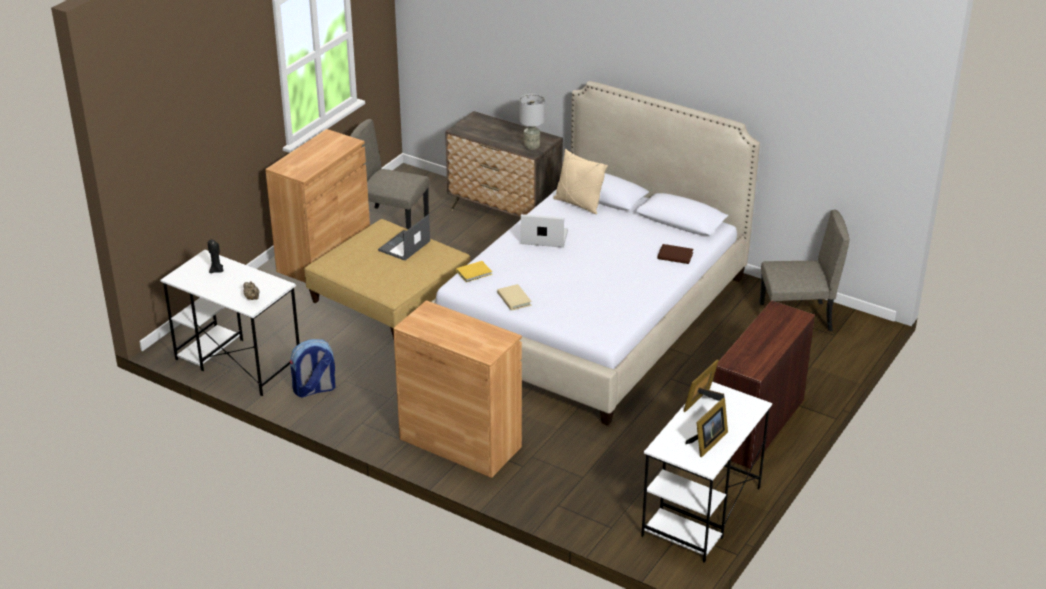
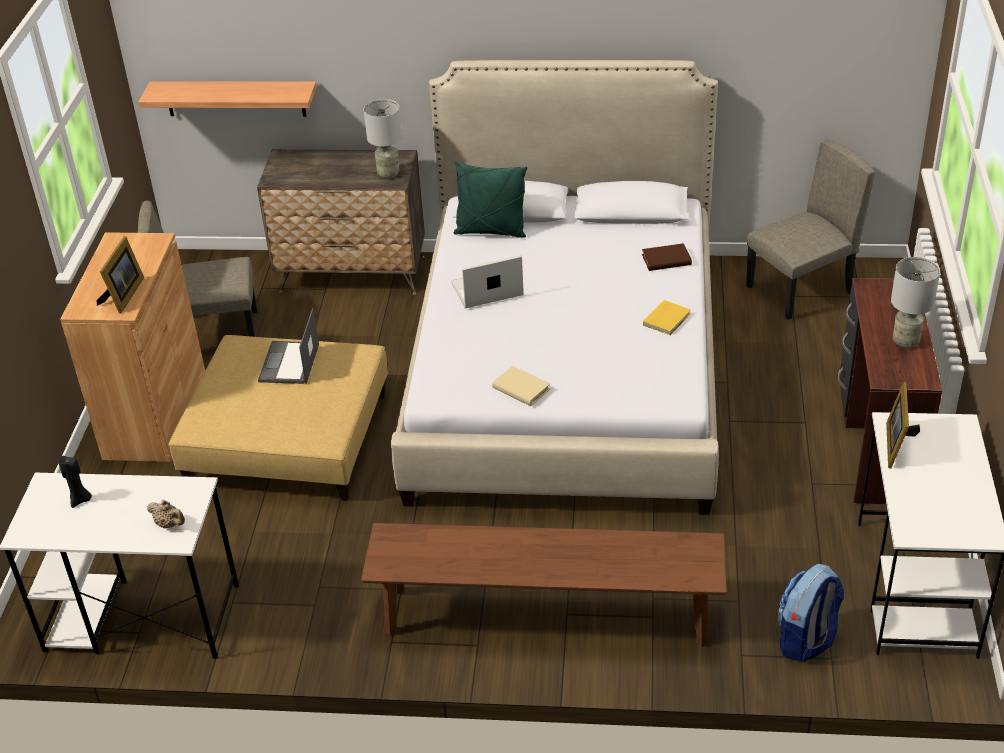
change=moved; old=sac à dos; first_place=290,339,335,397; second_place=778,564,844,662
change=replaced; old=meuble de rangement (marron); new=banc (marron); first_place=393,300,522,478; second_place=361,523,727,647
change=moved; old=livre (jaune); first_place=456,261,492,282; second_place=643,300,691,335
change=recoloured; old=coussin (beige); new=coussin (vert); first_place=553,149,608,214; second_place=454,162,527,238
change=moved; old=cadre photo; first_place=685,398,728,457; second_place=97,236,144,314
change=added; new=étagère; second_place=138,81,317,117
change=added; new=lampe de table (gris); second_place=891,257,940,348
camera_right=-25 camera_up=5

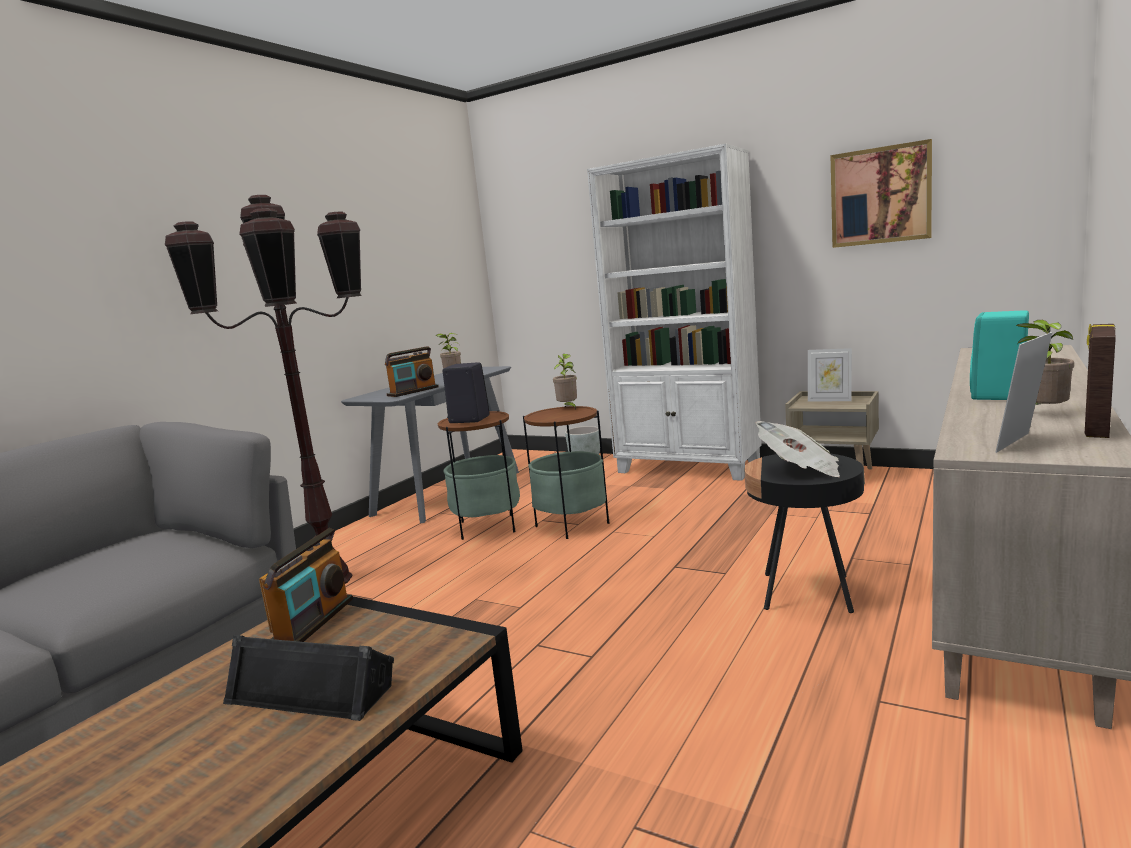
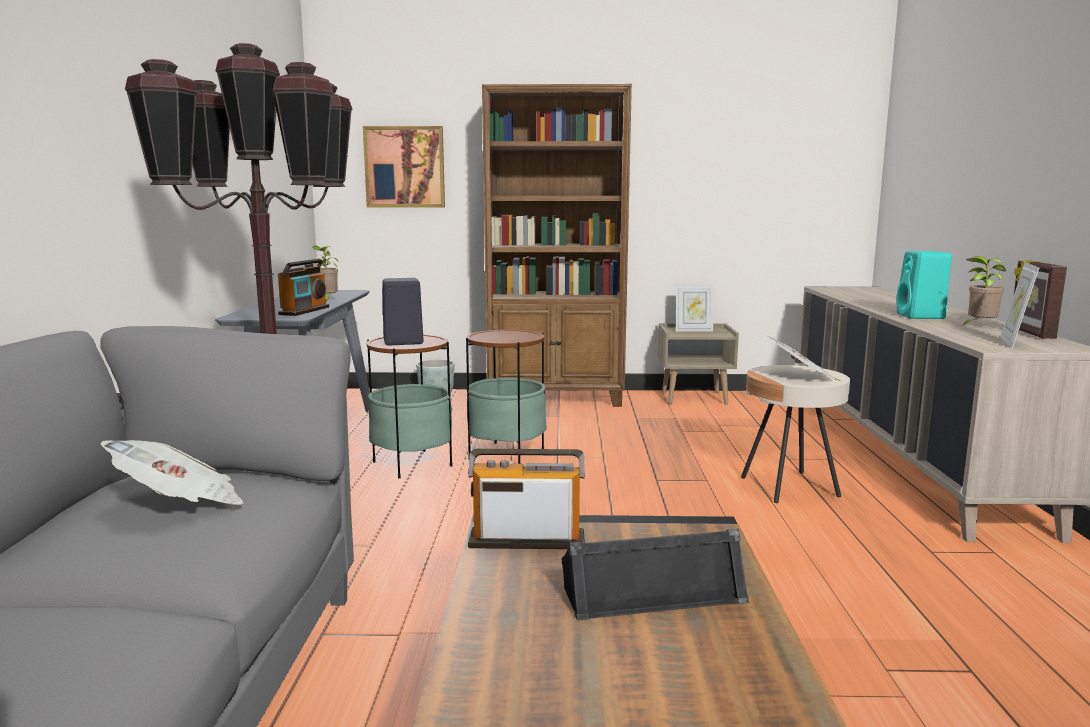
change=turned; old=radio; first_place=259,528,353,642; second_place=468,449,585,549; degrees=-75
change=removed; old=plante en pot; first_place=553,354,577,410
change=recoloured; old=bibliothèque (blanc); new=bibliothèque (marron); first_place=587,144,762,481; second_place=482,84,632,407
change=recoloured; old=table d'appoint (noir); new=table d'appoint (beige); first_place=744,454,864,613; second_place=741,365,850,503
change=moved; old=tableau; first_place=830,139,932,248; second_place=363,126,445,208
change=added; new=journal; second_place=101,440,244,505
camera_right=-30 camera_up=0

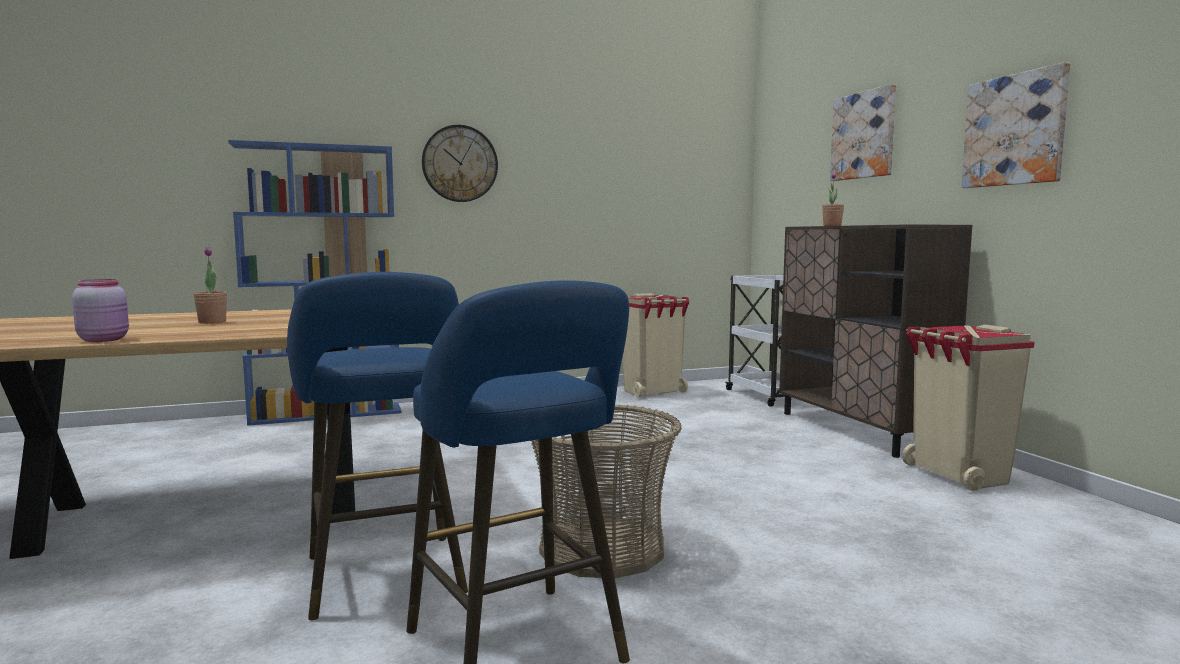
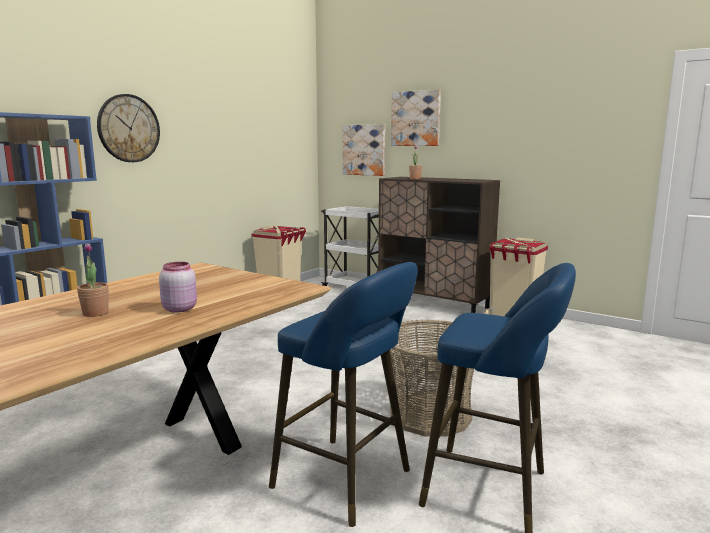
change=moved; old=bocal (rose); first_place=72,279,129,342; second_place=159,262,197,313
change=moved; old=tableau; first_place=962,62,1070,188; second_place=343,124,385,176
camera_right=-35 camera_up=5

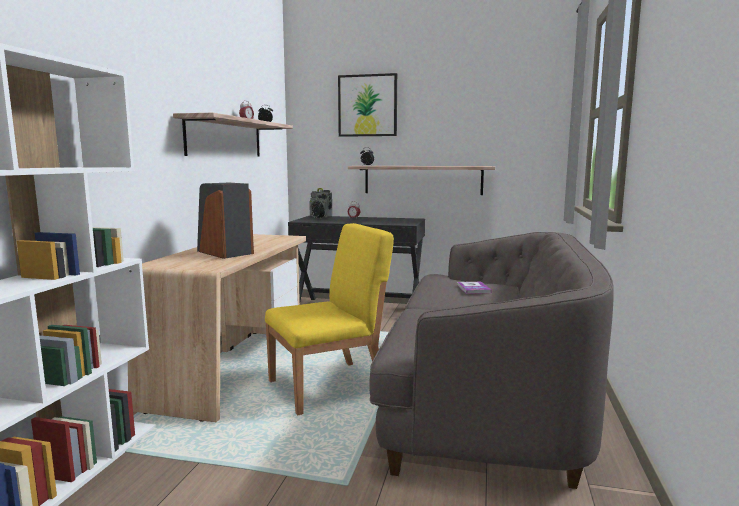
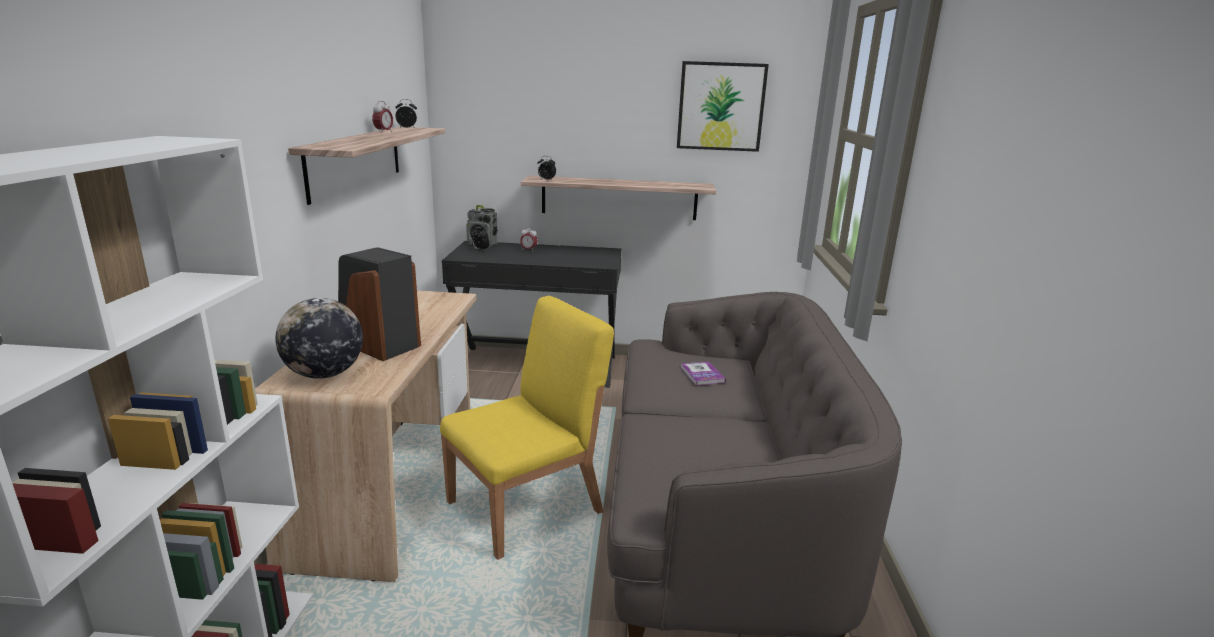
change=moved; old=tableau; first_place=338,73,397,137; second_place=677,61,769,152
change=added; new=globe; second_place=275,298,363,379
camera_right=-10 camera_up=10

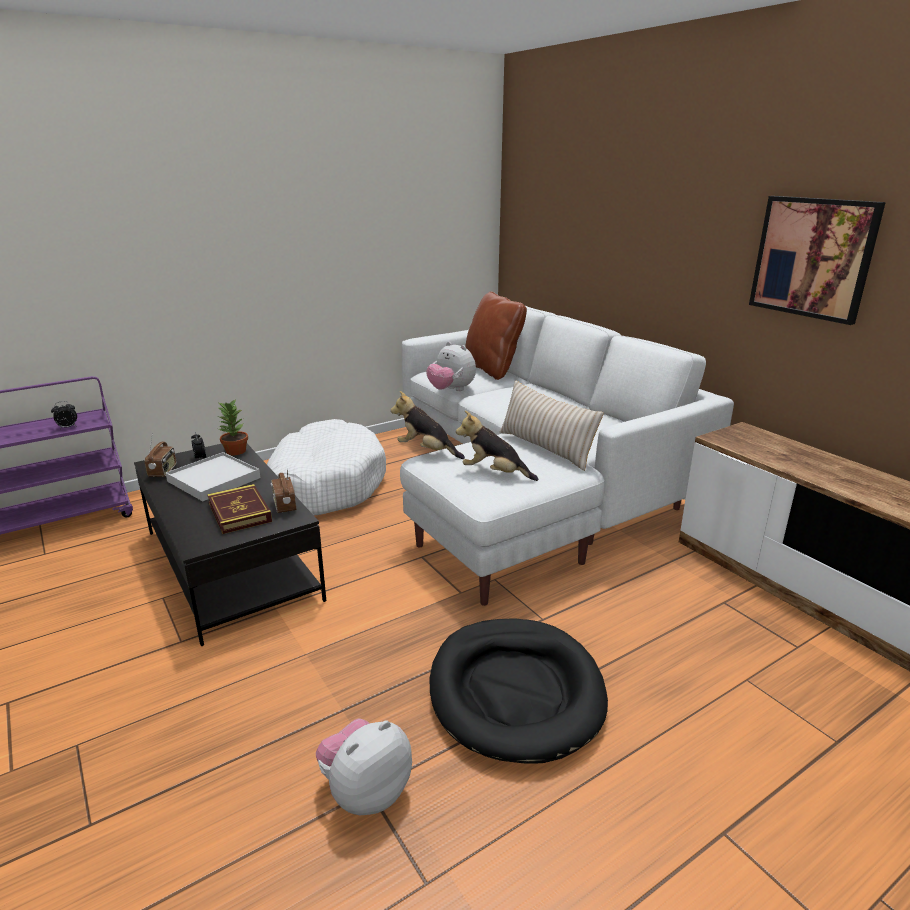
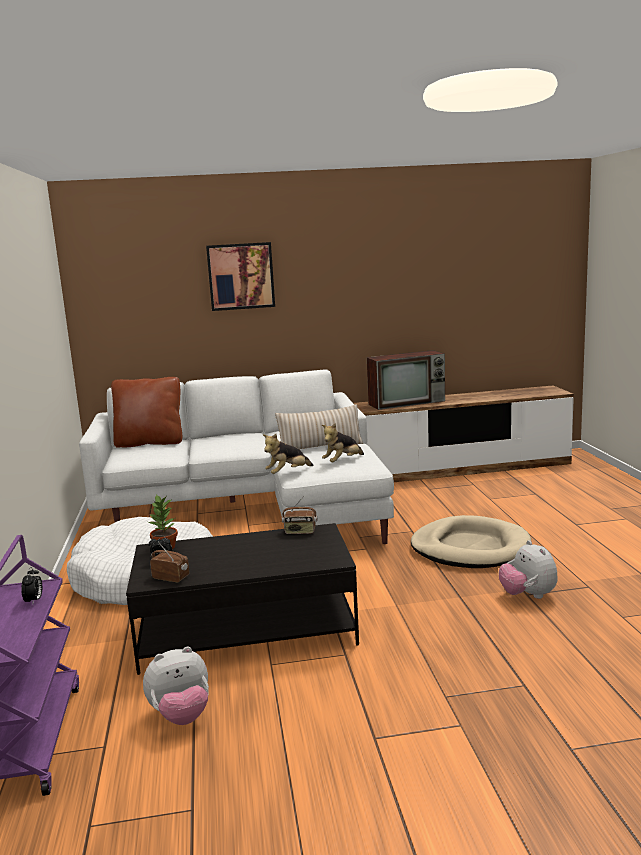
change=removed; old=plateau (blanc); first_place=166,452,260,501
change=removed; old=livre; first_place=207,484,272,534
change=moved; old=peluche; first_place=426,342,476,391; second_place=143,647,209,725
change=recoloured; old=panier pour chien (noir); new=panier pour chien (beige); first_place=429,618,608,764; second_place=411,515,531,568
change=moved; old=tableau; first_place=749,196,886,325; second_place=206,242,275,311
change=added; new=téléviseur; second_place=367,350,445,410
camera_right=-65 camera_up=-10

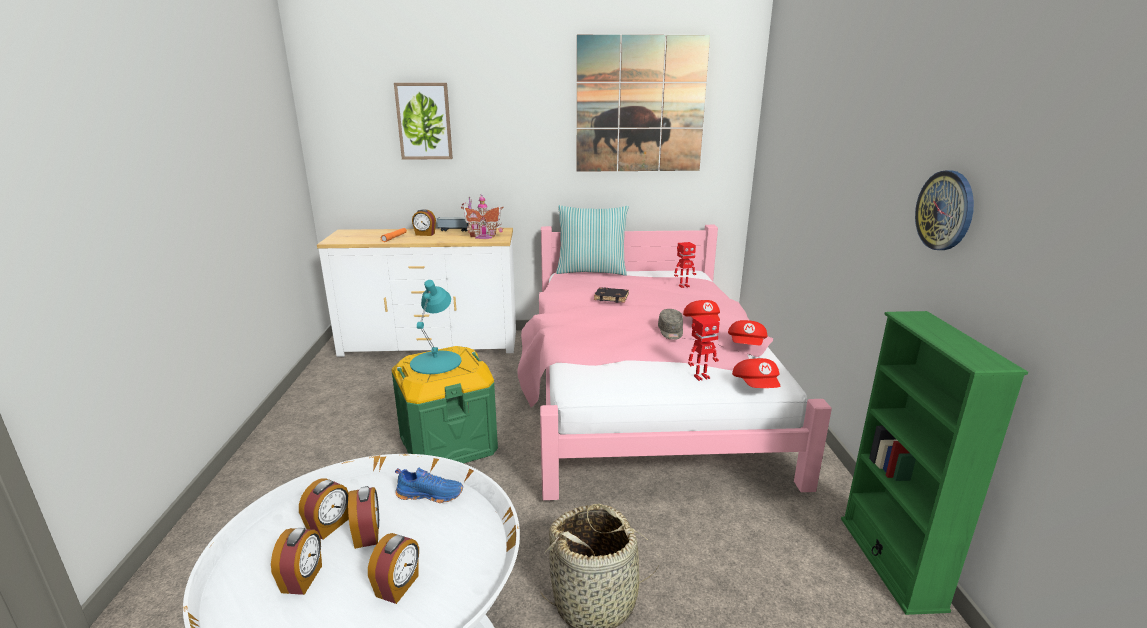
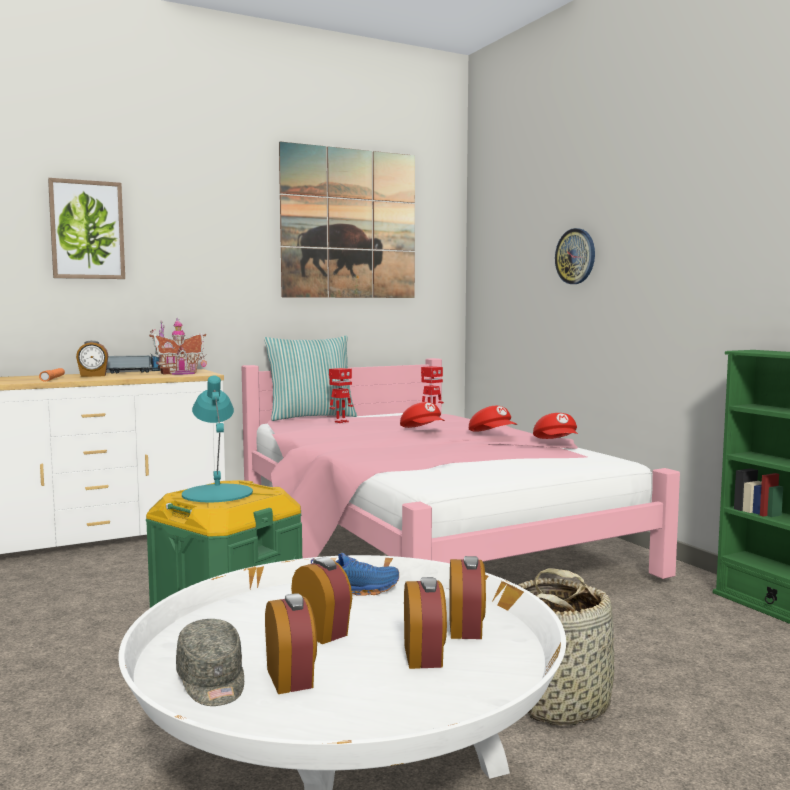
change=moved; old=réveil; first_place=299,479,349,539; second_place=450,556,486,639
change=removed; old=livre (noir); first_place=594,287,629,303
change=moved; old=casquette (gris); first_place=658,309,683,340; second_place=176,619,244,706
change=moved; old=robot jouet; first_place=688,316,720,381; second_place=329,368,354,423
change=moved; old=casquette (rouge); first_place=732,358,780,388; second_place=400,402,445,428
change=moved; old=horloge murale; first_place=915,170,974,250; second_place=555,228,595,284
camera_right=-25 camera_up=-15

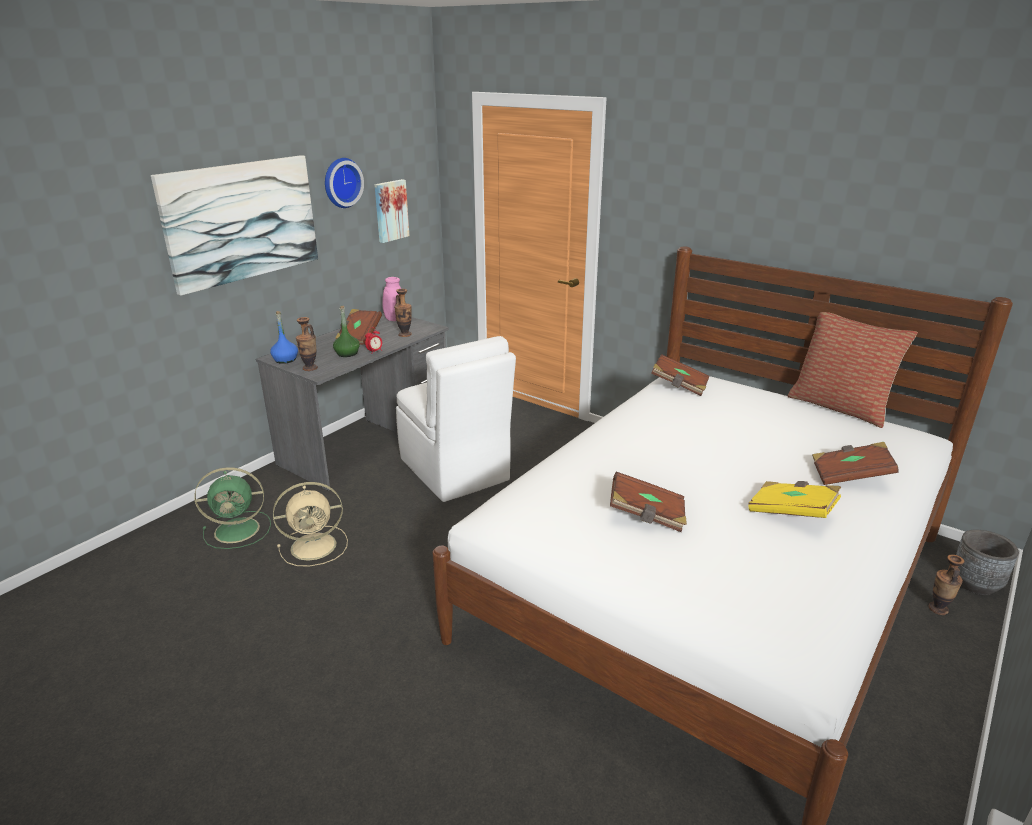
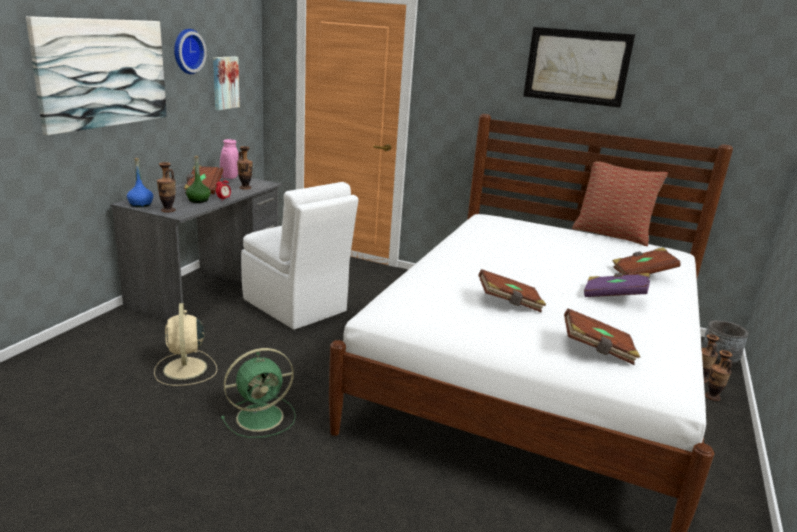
change=moved; old=ventilateur (vert); first_place=194,467,271,549; second_place=221,348,296,438
change=turned; old=ventilateur (beige); first_place=273,482,348,566; second_place=154,303,217,386; degrees=105
change=moved; old=livre (marron); first_place=651,354,710,396; second_place=564,308,640,365
change=recoloured; old=livre (jaune); new=livre (violet); first_place=748,481,841,518; second_place=584,273,650,297
change=added; new=tableau; second_place=523,27,635,108
change=added; new=vase; second_place=705,350,733,401
camera_right=-15 camera_up=-5

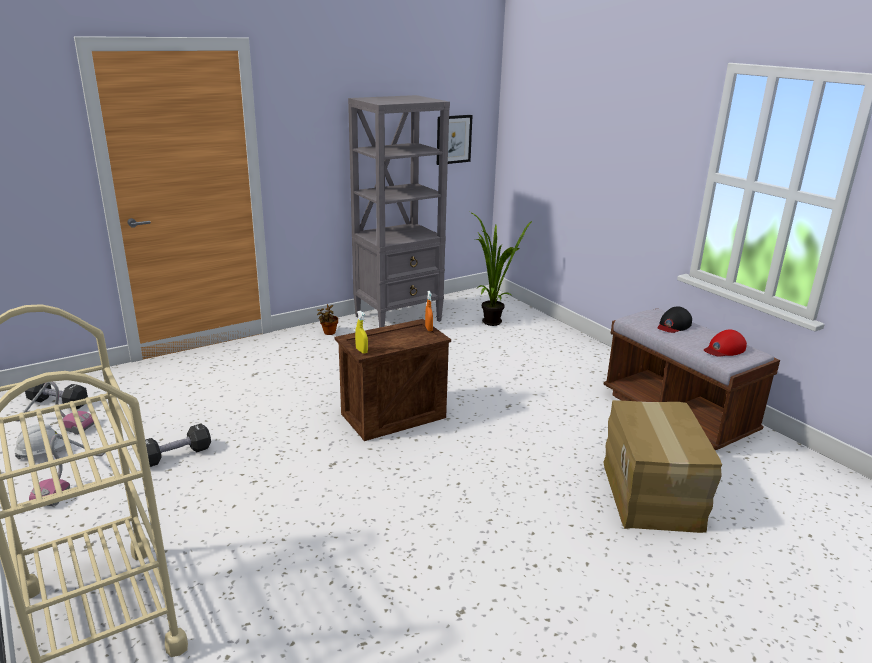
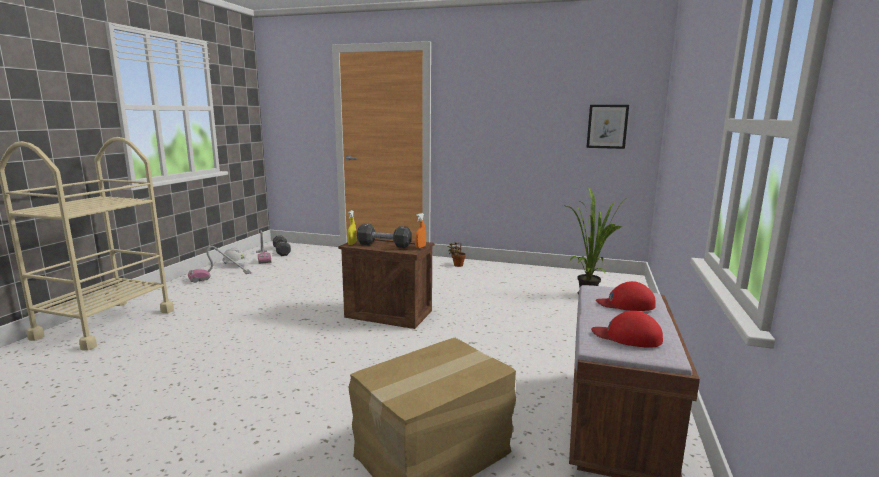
change=moved; old=haltère (noir); first_place=145,424,211,467; second_place=357,224,412,248
change=removed; old=bibliothèque (gris); first_place=348,95,450,328
change=recoloured; old=casquette (noir); new=casquette (rouge); first_place=657,306,692,333; second_place=596,281,656,311
camera_right=50 camera_up=-10

